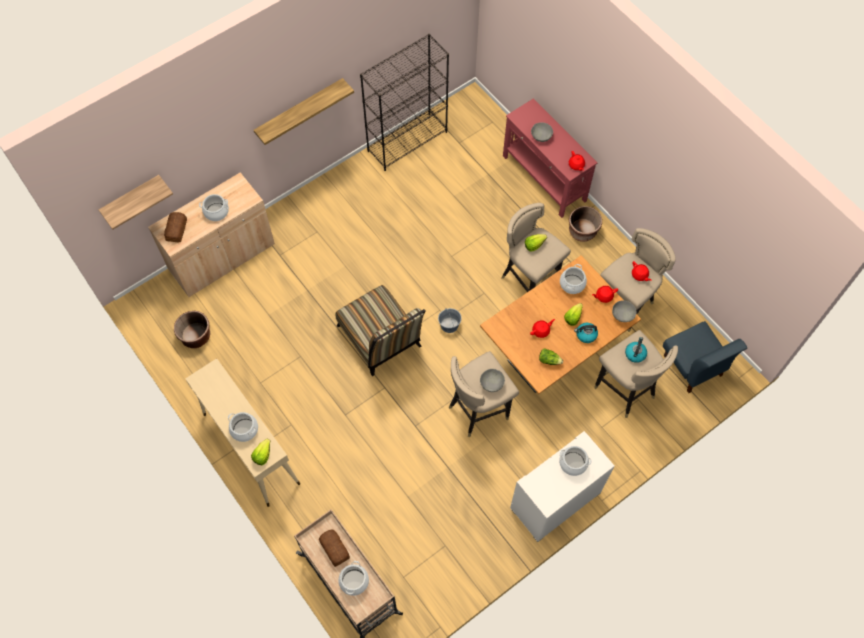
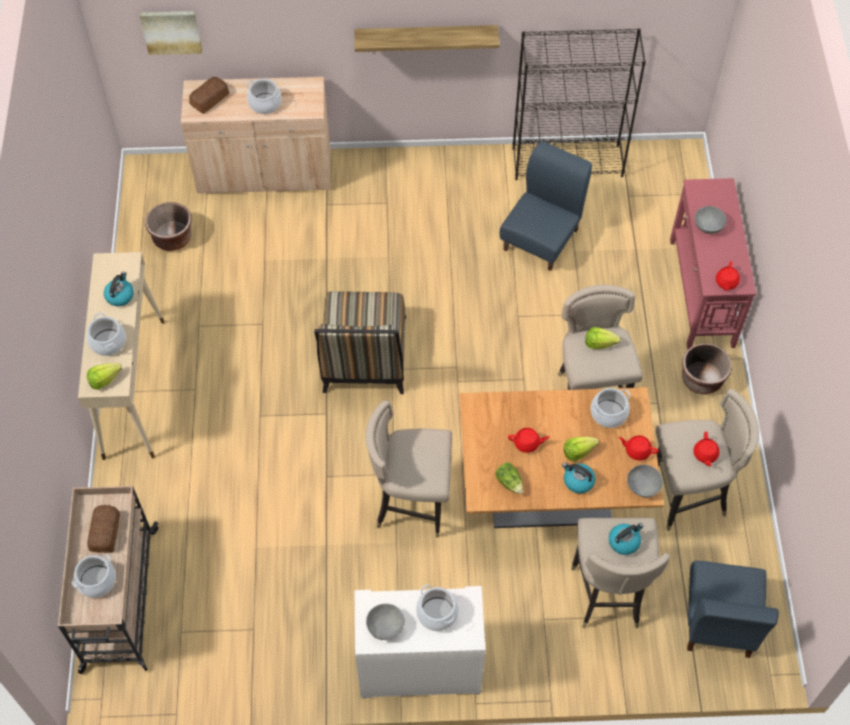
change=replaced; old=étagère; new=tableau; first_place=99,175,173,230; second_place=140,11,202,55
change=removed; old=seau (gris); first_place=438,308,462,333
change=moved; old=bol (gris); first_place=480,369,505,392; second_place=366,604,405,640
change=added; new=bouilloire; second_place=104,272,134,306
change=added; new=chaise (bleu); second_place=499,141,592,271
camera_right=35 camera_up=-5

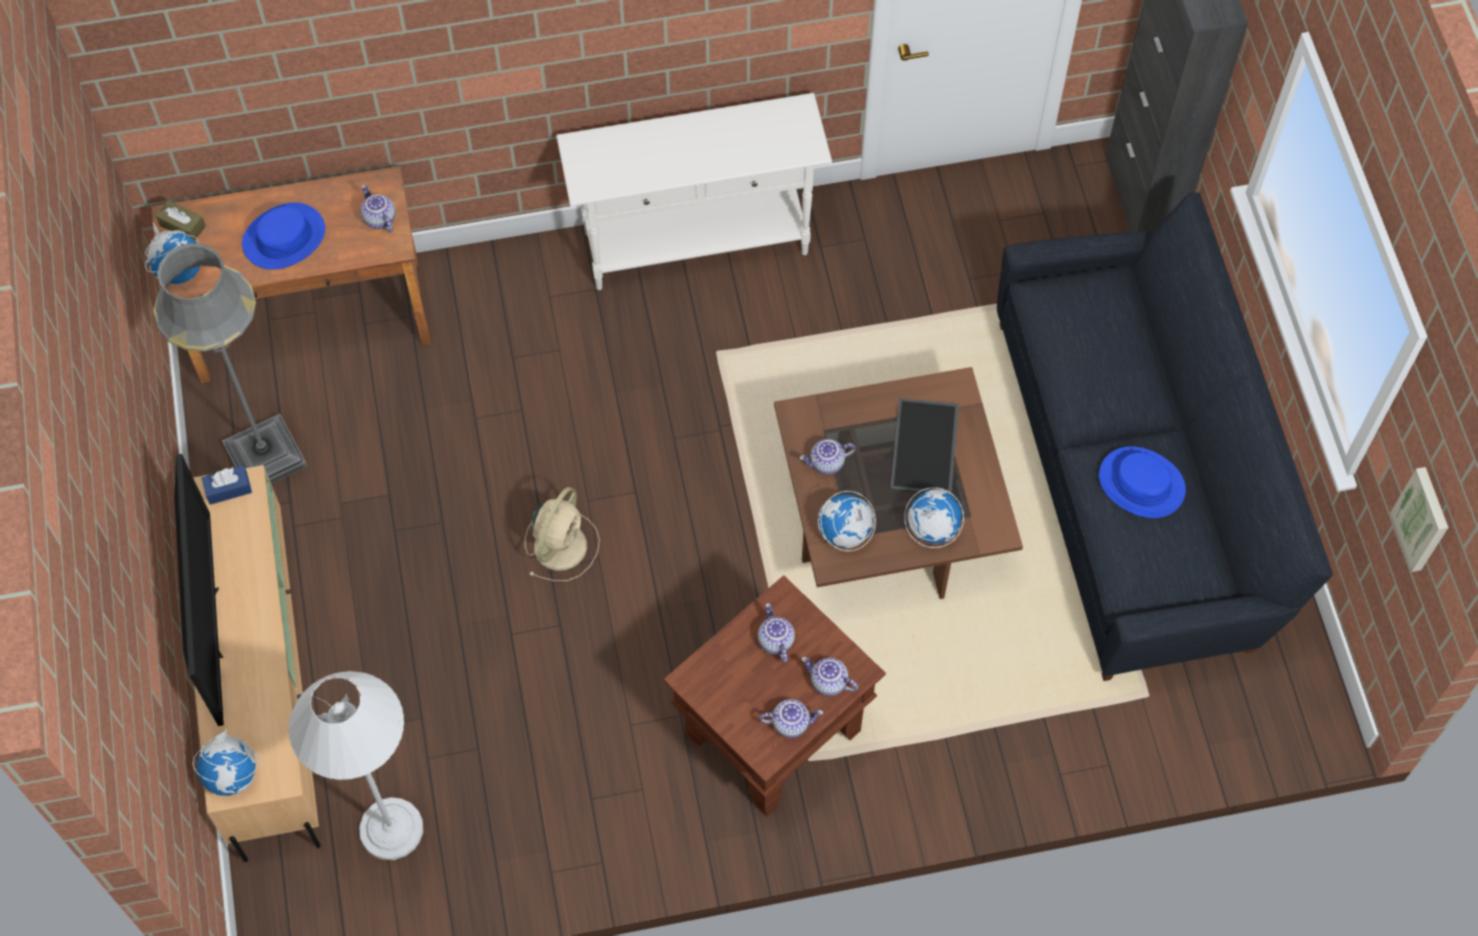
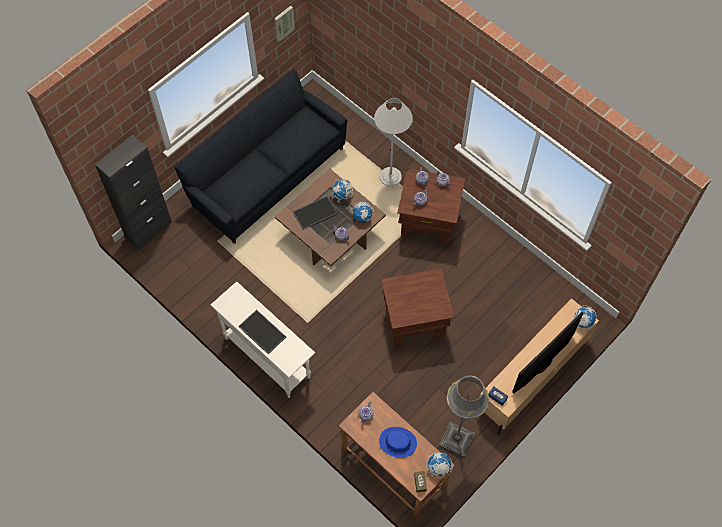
change=moved; old=lampadaire (blanc); first_place=289,671,423,860; second_place=374,98,413,186
change=replaced; old=ventilateur (beige); new=table d'appoint (marron); first_place=525,487,600,581; second_place=381,268,454,348
change=removed; old=chapeau (bleu); first_place=1099,446,1186,518
change=added; new=plateau; second_place=238,310,286,354
camera_right=-125 camera_up=0

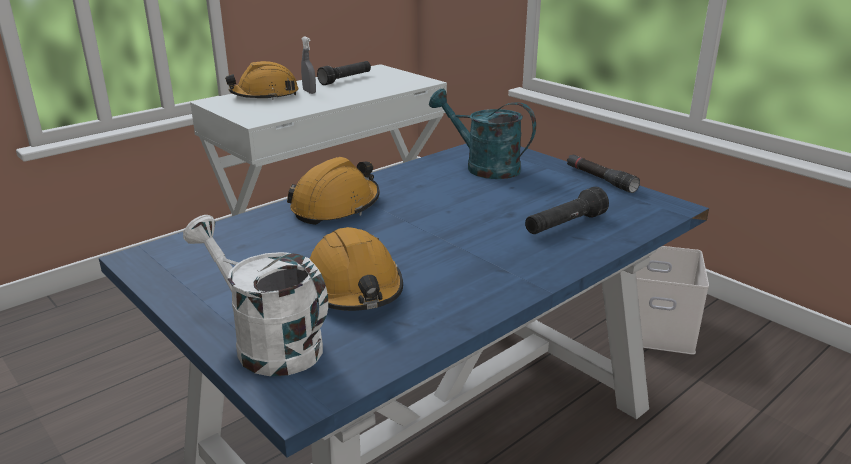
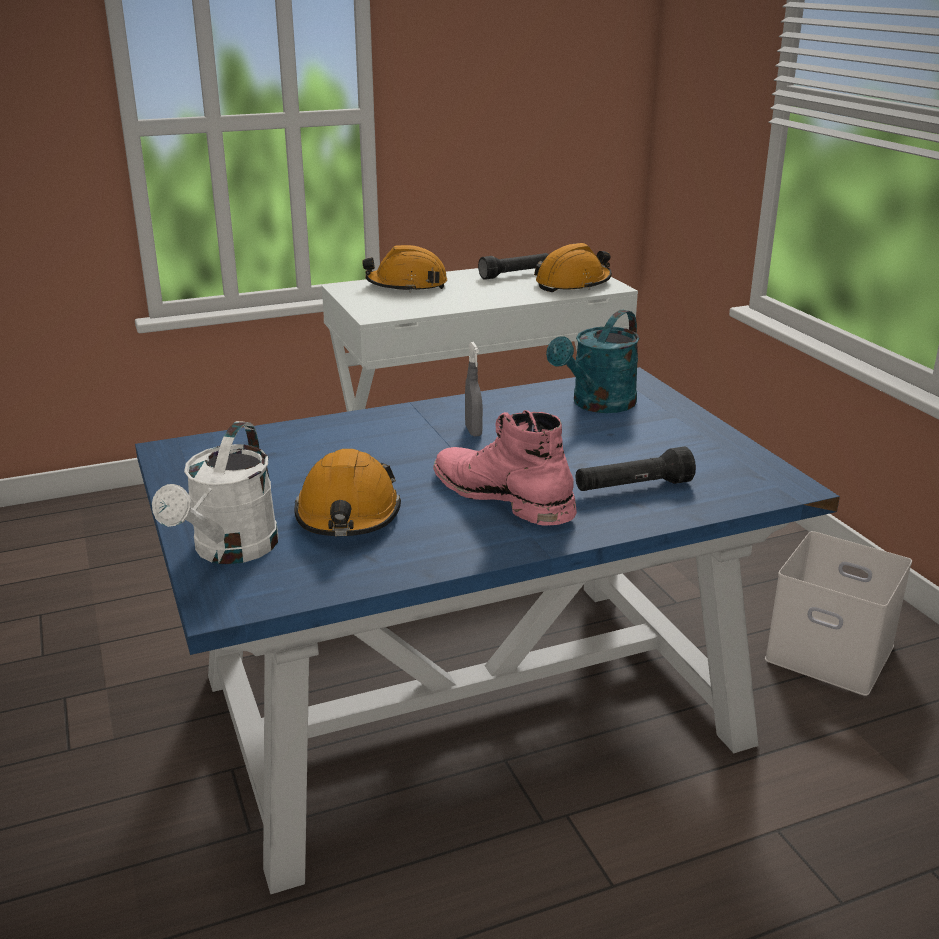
change=turned; old=arrosoir (blanc); first_place=183,215,328,376; second_place=152,421,278,564; degrees=-135
change=moved; old=casque de chantier (orange); first_place=287,157,380,225; second_place=534,243,612,292
change=moved; old=vaporisateur (gris); first_place=301,36,316,94; second_place=465,342,483,437
change=turned; old=arrosoir (turquoise); first_place=429,89,536,179; second_place=546,310,640,413; degrees=-105
change=removed; old=lampe de poche (noir); first_place=567,155,640,193
change=added; new=botte (rose); second_place=433,410,577,526
camera_right=20 camera_up=0

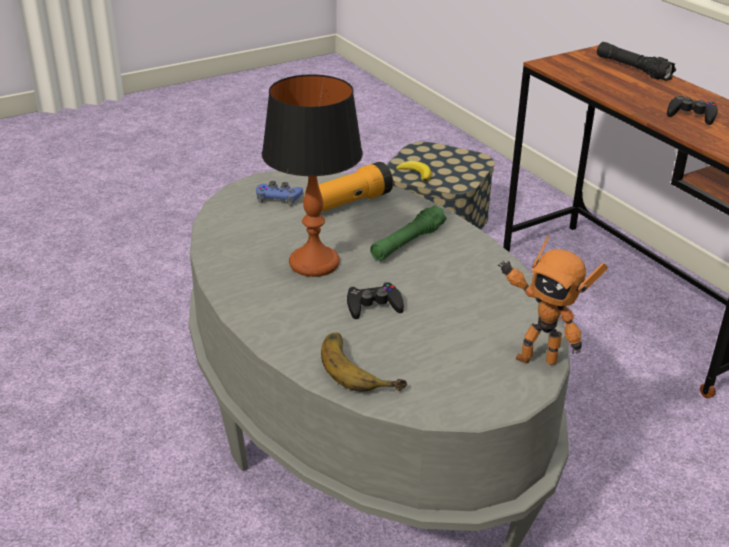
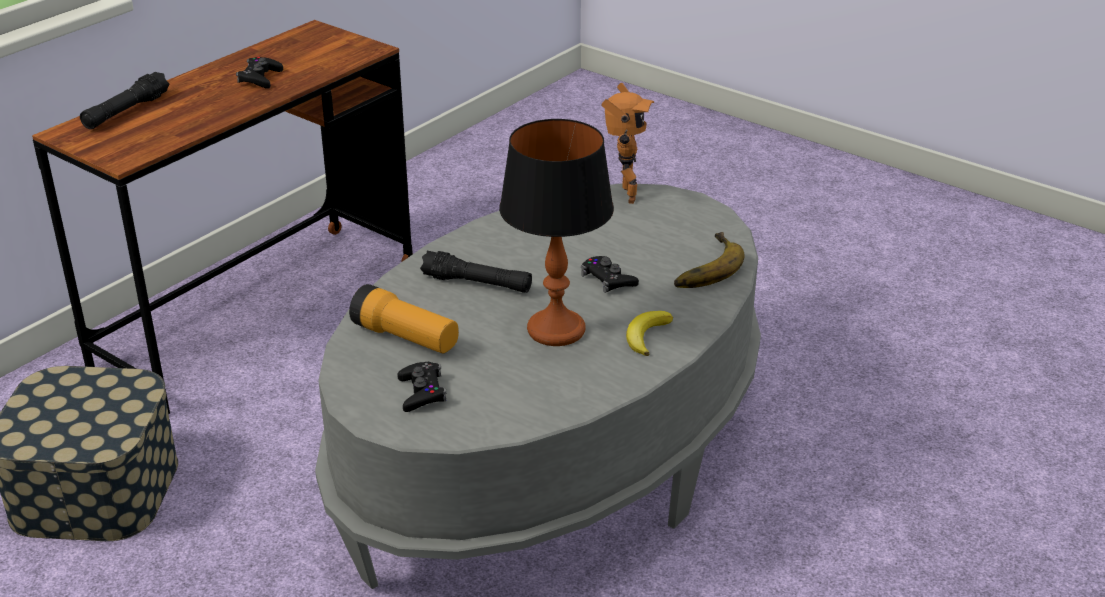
change=recoloured; old=manette (bleu); new=manette (noir); first_place=256,181,303,206; second_place=397,362,446,412
change=recoloured; old=lampe de poche (vert); new=lampe de poche (noir); first_place=370,205,447,261; second_place=420,251,532,293
change=moved; old=banane; first_place=396,161,431,182; second_place=626,311,673,356
camera_right=-110 camera_up=0

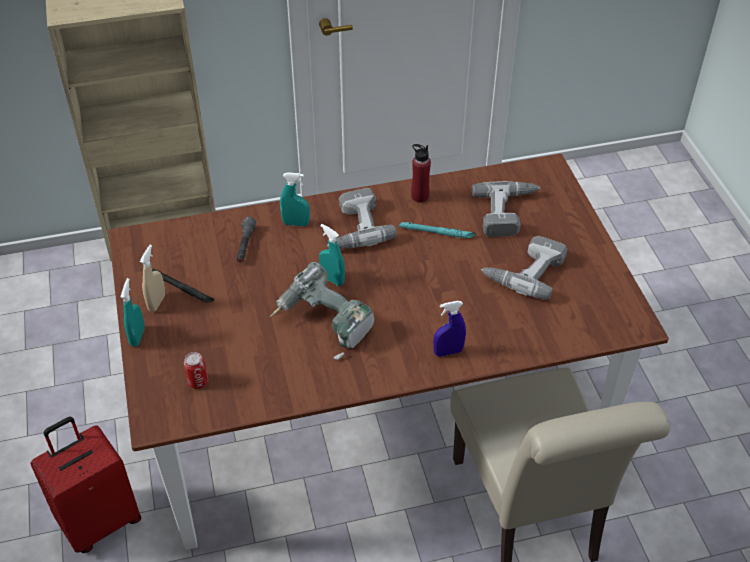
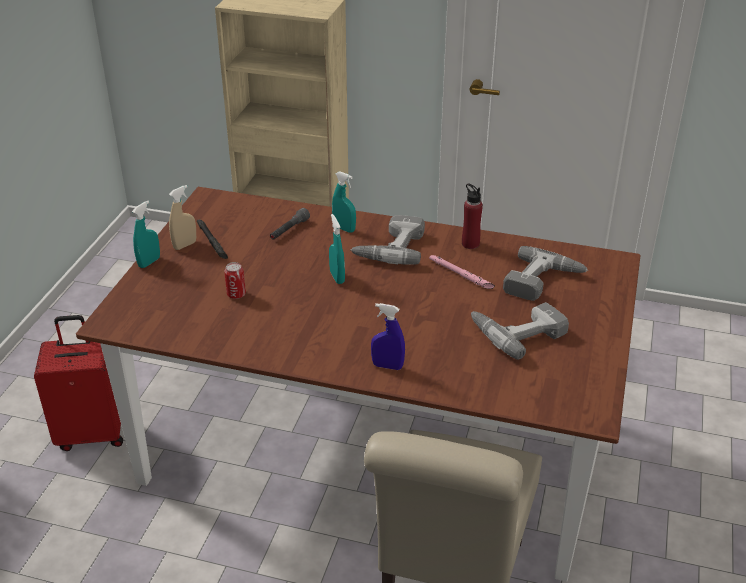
change=moved; old=boîte métallique; first_place=184,352,208,389; second_place=224,262,246,299
change=removed; old=perceuse; first_place=270,262,374,360
change=recoloured; old=lampe de poche (turquoise); new=lampe de poche (rose); first_place=399,222,475,239; second_place=429,255,495,289
camera_right=30 camera_up=-10

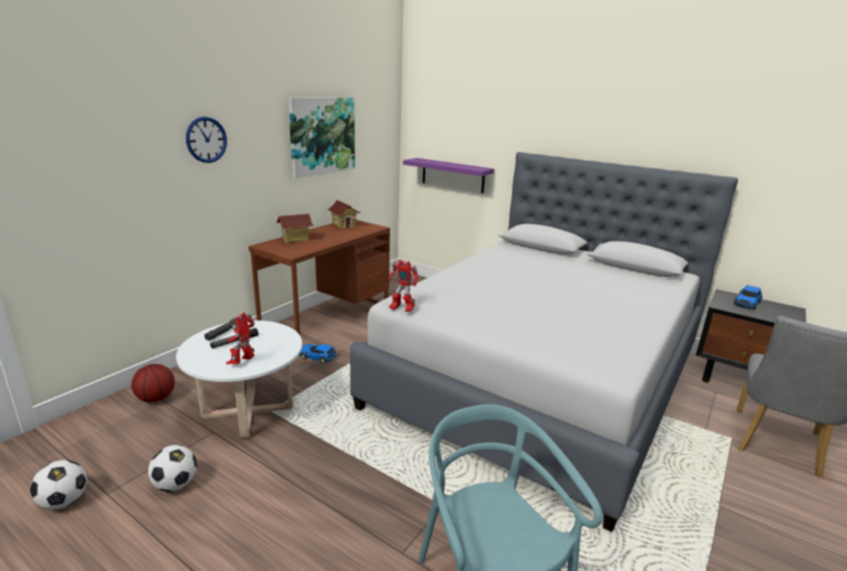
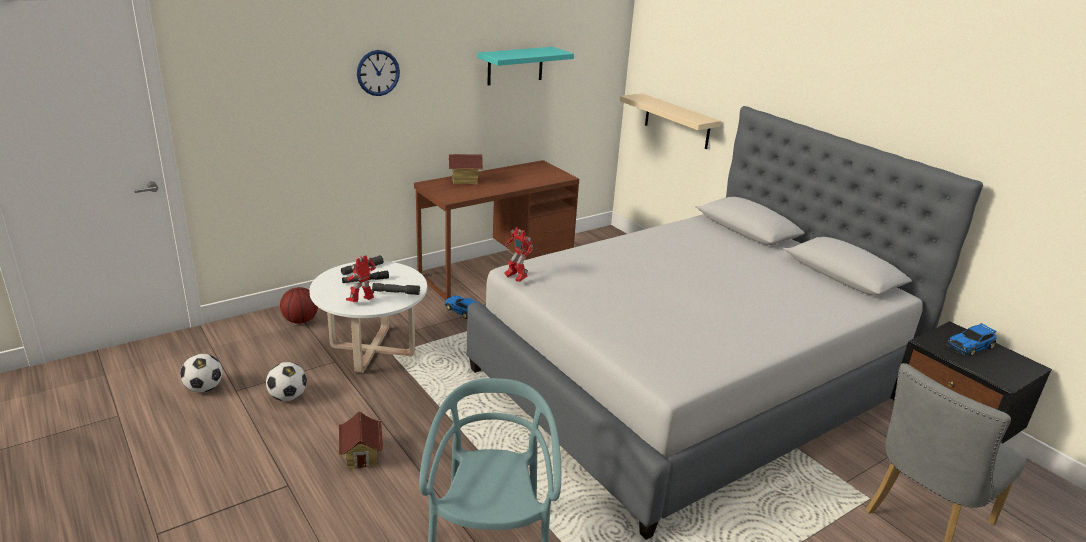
change=replaced; old=tableau; new=étagère (turquoise); first_place=288,97,355,178; second_place=477,47,574,85
change=moved; old=maison miniature; first_place=327,200,361,228; second_place=339,412,383,469
change=recoloured; old=étagère (violet); new=étagère (beige); first_place=403,158,494,193; second_place=620,93,721,149
change=added; new=lampe de poche (gris); second_place=372,283,420,295
camera_right=20 camera_up=5

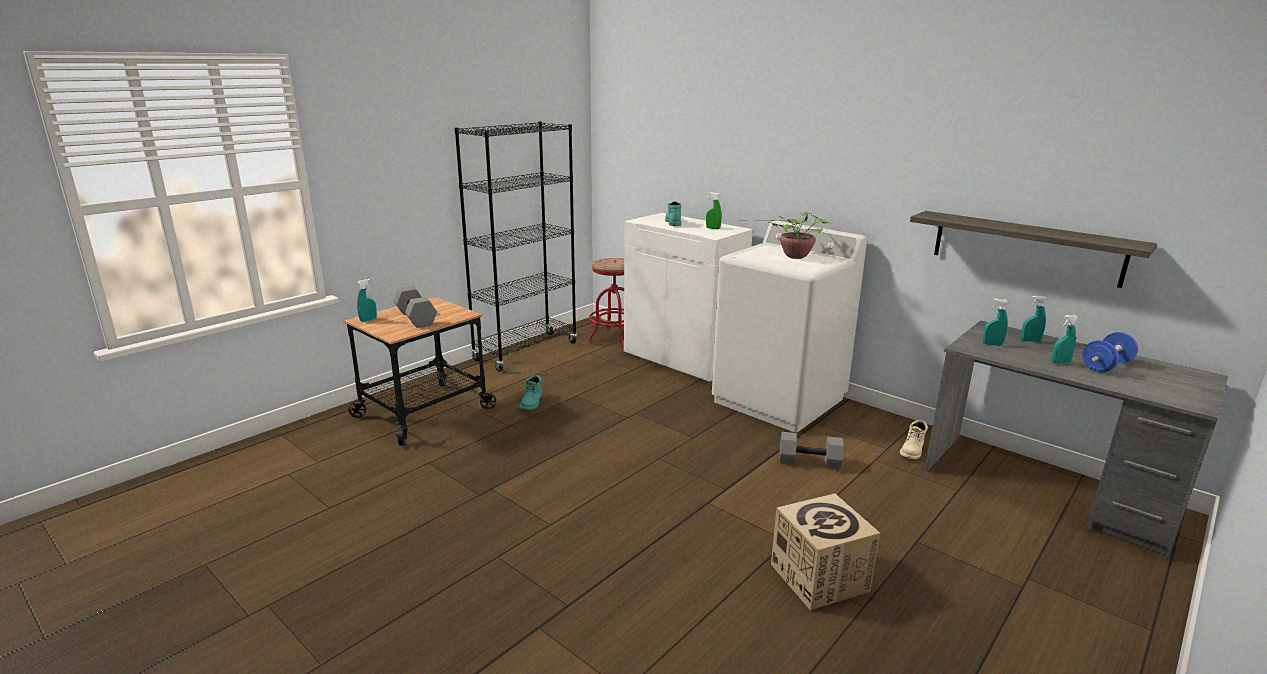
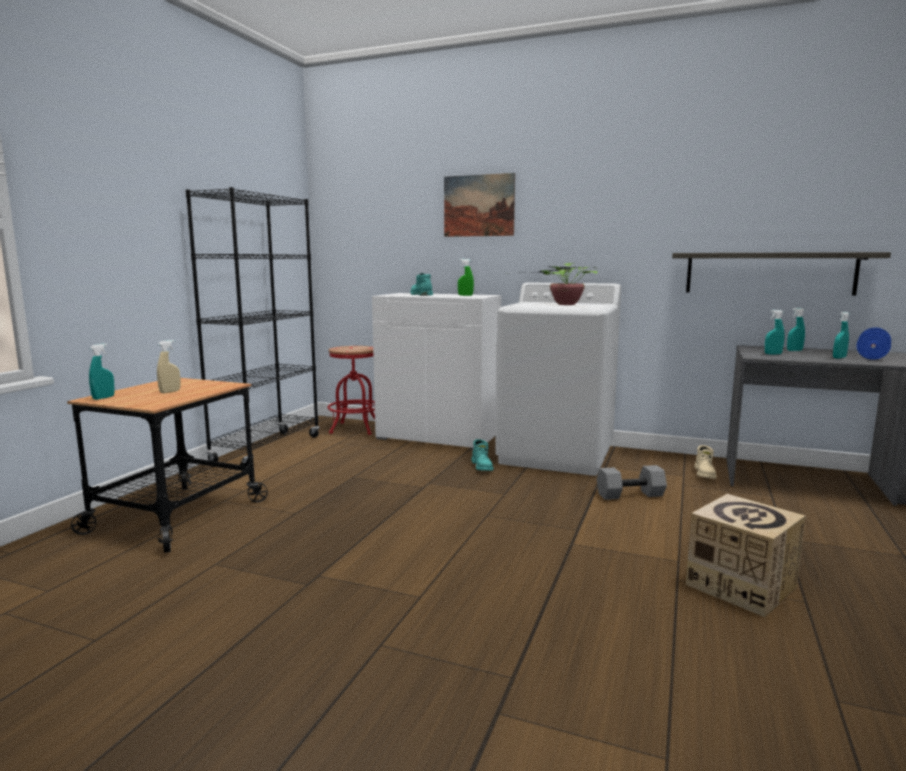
change=replaced; old=haltère (gris); new=vaporisateur (beige); first_place=393,286,437,328; second_place=157,340,180,393
change=moved; old=botte (turquoise); first_place=519,375,542,410; second_place=471,439,494,471
change=added; new=tableau; second_place=444,173,515,237
camera_right=-20 camera_up=-10

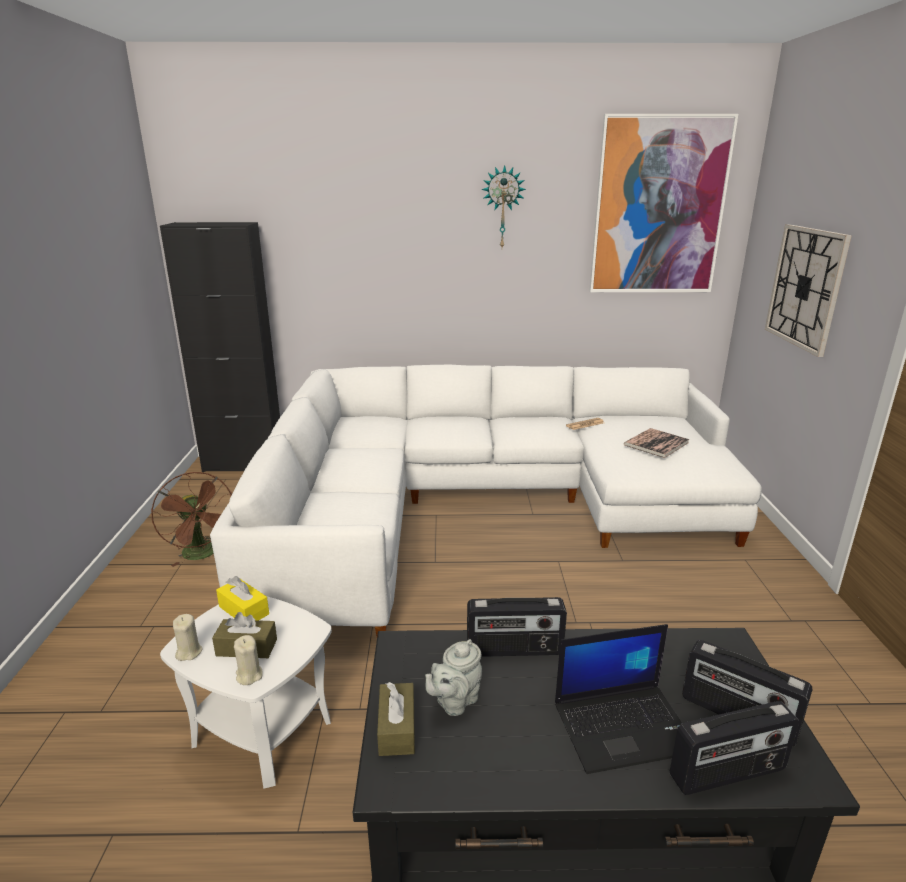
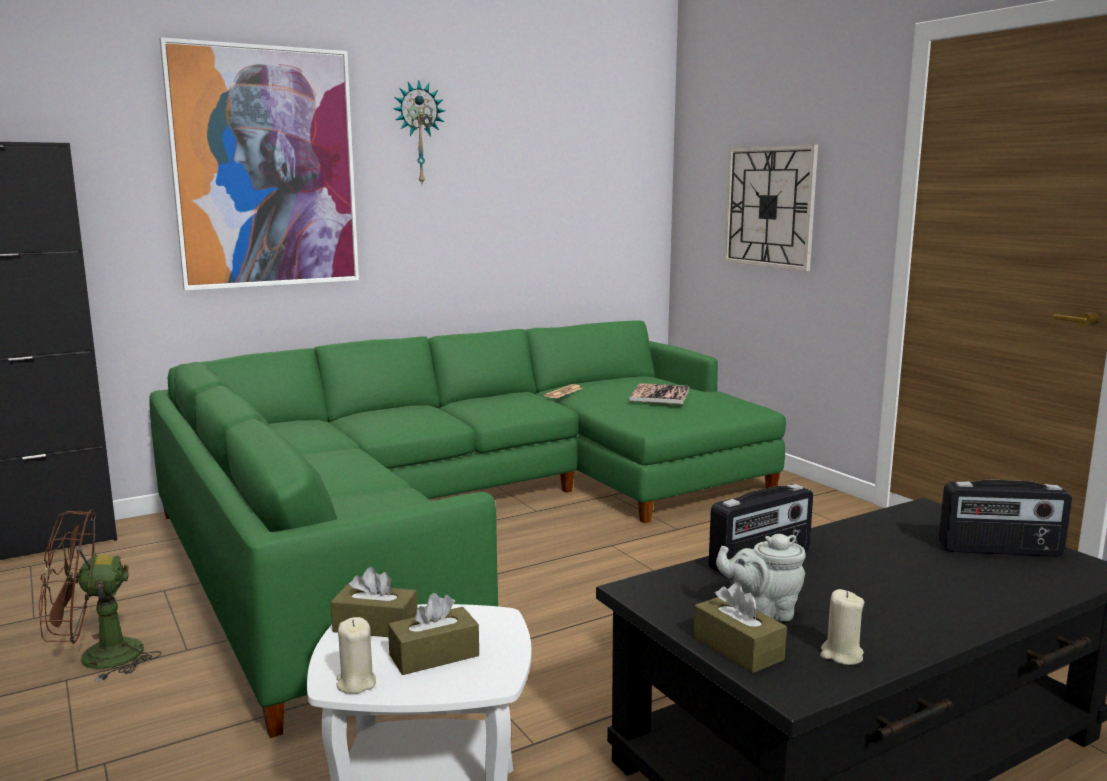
change=turned; old=ventilateur (marron); first_place=151,472,232,567; second_place=39,509,161,682; degrees=135
change=recoloured; old=canapé (blanc); new=canapé (vert); first_place=210,365,762,636; second_place=149,320,786,738
change=recoloured; old=boîte à mouchoirs (jaune); new=boîte à mouchoirs (marron); first_place=216,576,269,620; second_place=331,567,418,637
change=moved; old=bougie (beige); first_place=234,635,263,685; second_place=820,589,864,665
change=turned; old=théière (gris); first_place=425,639,482,716; second_place=716,534,806,621; degrees=75
change=removed; old=ordinateur portable; first_place=555,624,682,774
change=moved; old=tableau; first_place=589,114,738,292; second_place=159,37,359,290
change=removed; old=radio; first_place=670,701,799,795
camera_right=-30 camera_up=-10

